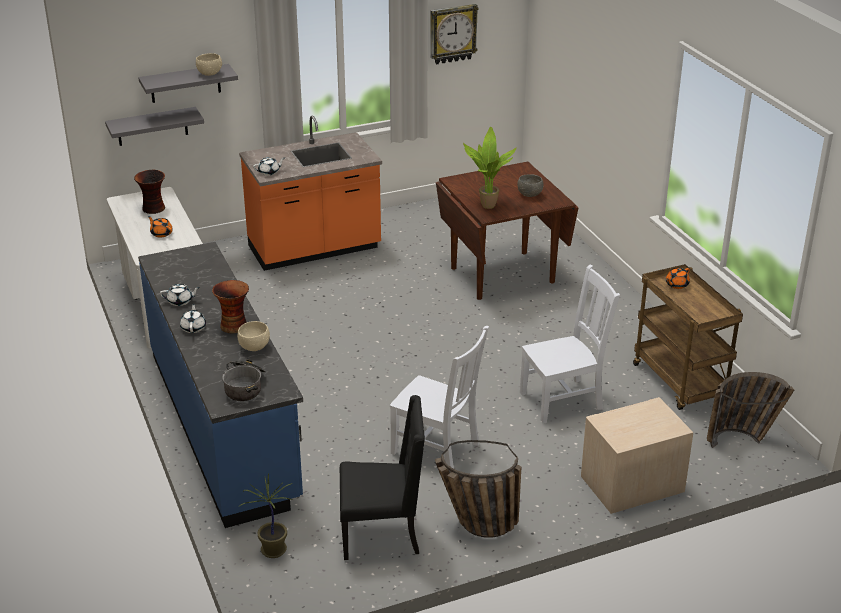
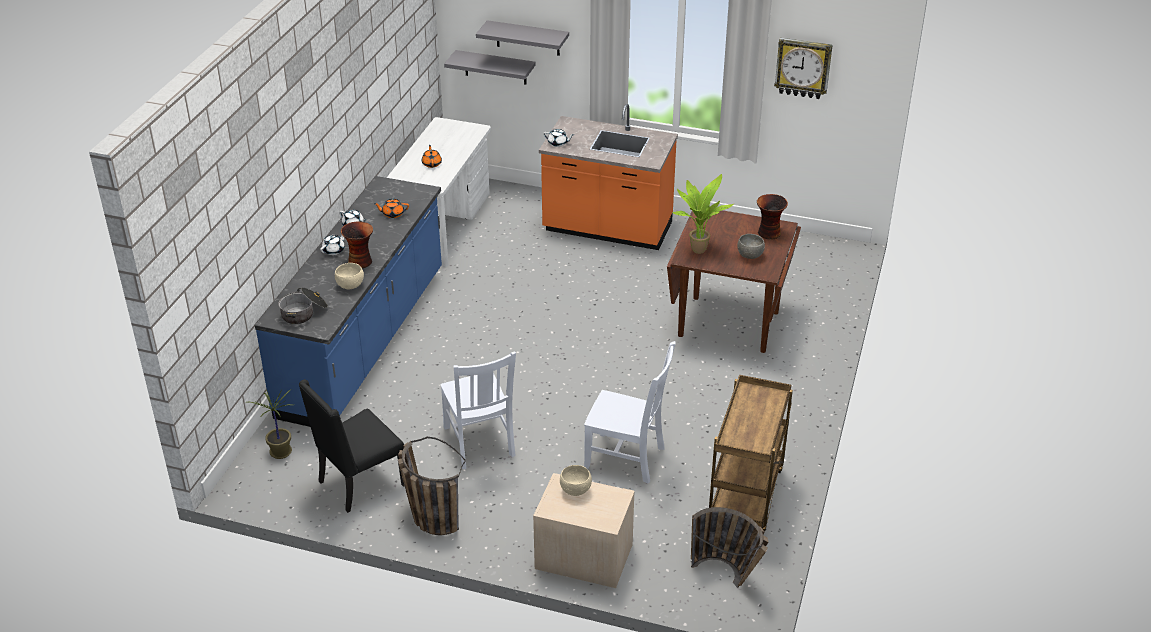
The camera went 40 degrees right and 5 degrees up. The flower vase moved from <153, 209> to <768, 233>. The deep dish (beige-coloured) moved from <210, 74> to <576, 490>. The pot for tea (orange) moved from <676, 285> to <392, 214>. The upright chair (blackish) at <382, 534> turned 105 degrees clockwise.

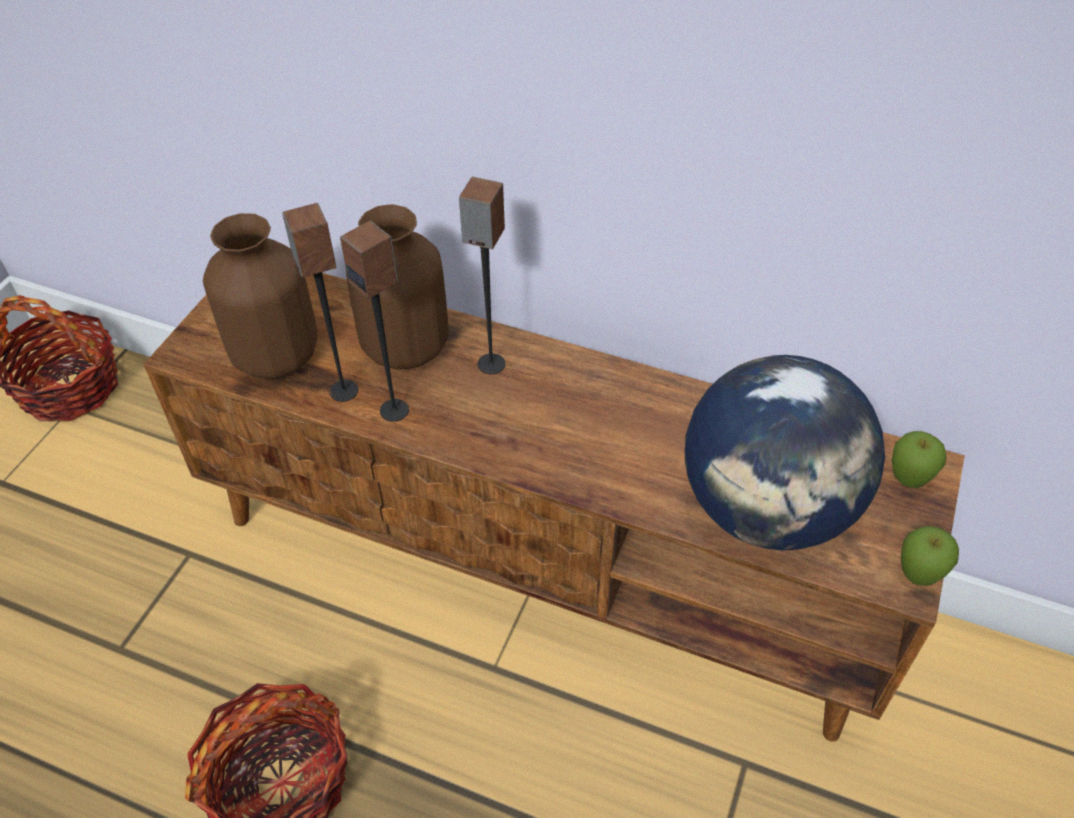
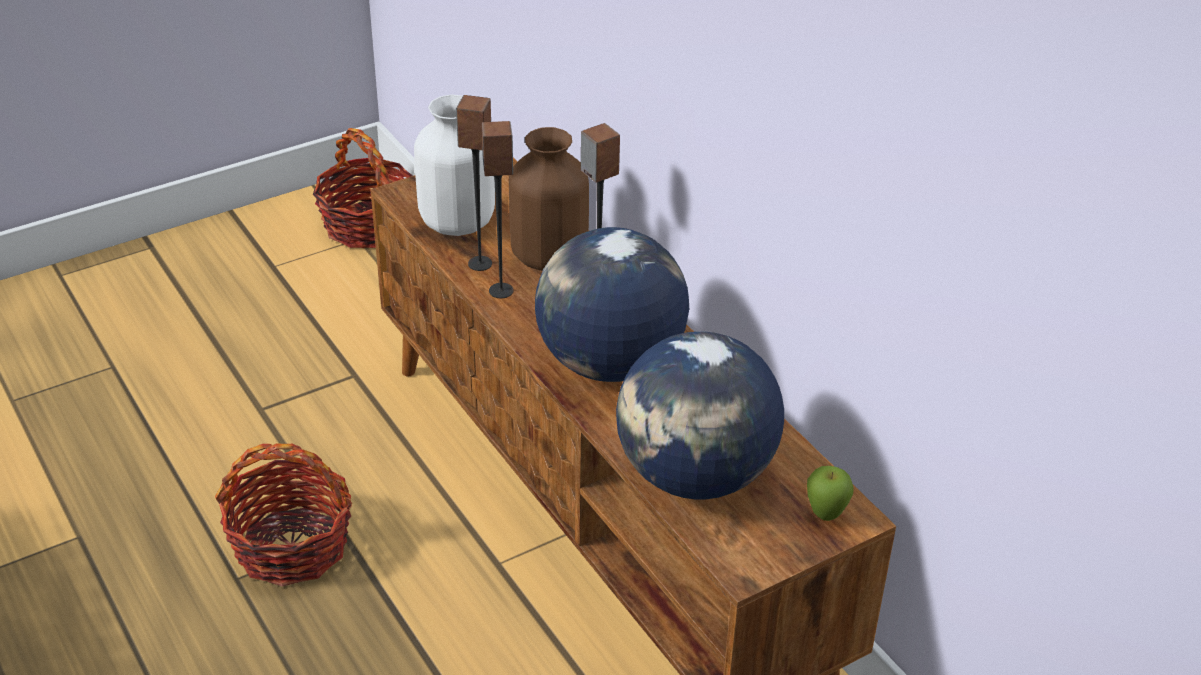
The camera went 35 degrees right and 10 degrees down. The whole apple at <917, 577> disappeared. The desk globe at <609, 364> appeared. The flower vase (brownish) at <277, 357> became the flower vase (white-coloured) at <457, 223>.

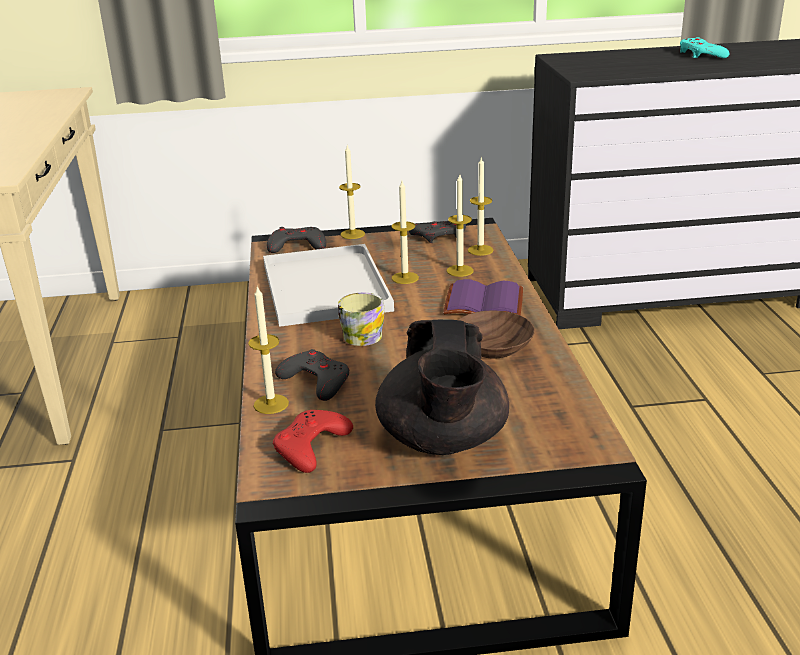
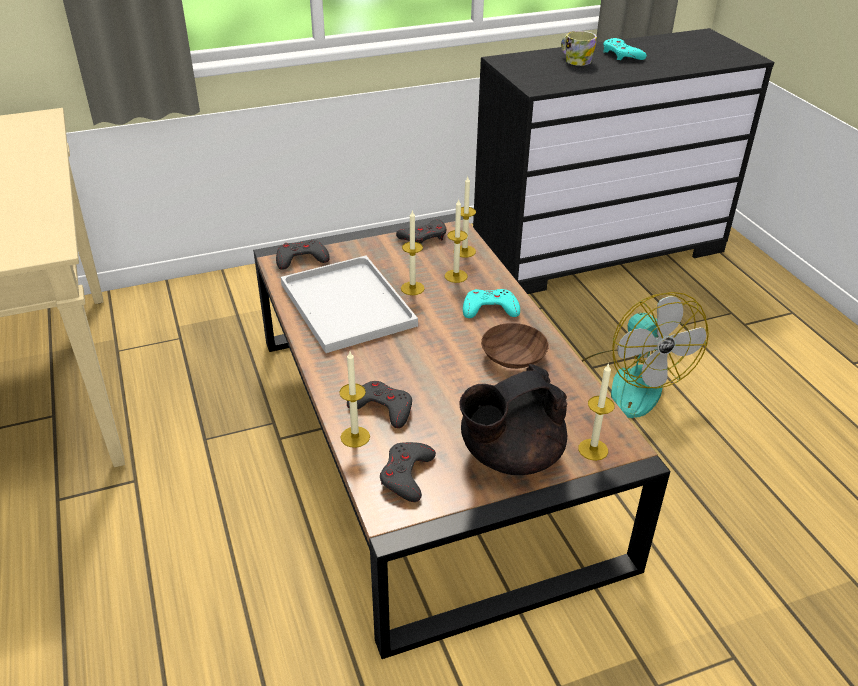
The camera went 15 degrees left and 10 degrees up. The cooling fan at <627, 382> appeared. The coffee mug moved from <360, 335> to <575, 60>. The candle moved from <352, 234> to <593, 449>. The volume (purple) at <485, 302> was replaced by the gamepad (turquoise-coloured) at <489, 309>. The gamepad (reddish) at <311, 446> became the gamepad (greyish) at <406, 475>. The pot for tea (blackish) at <443, 441> turned 75 degrees clockwise.

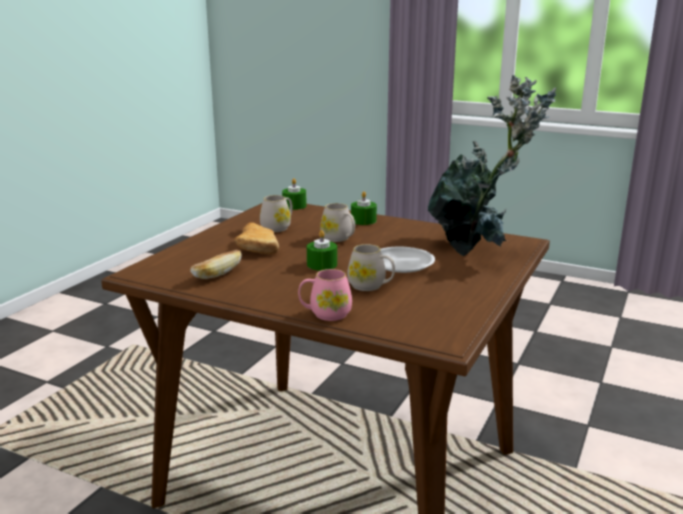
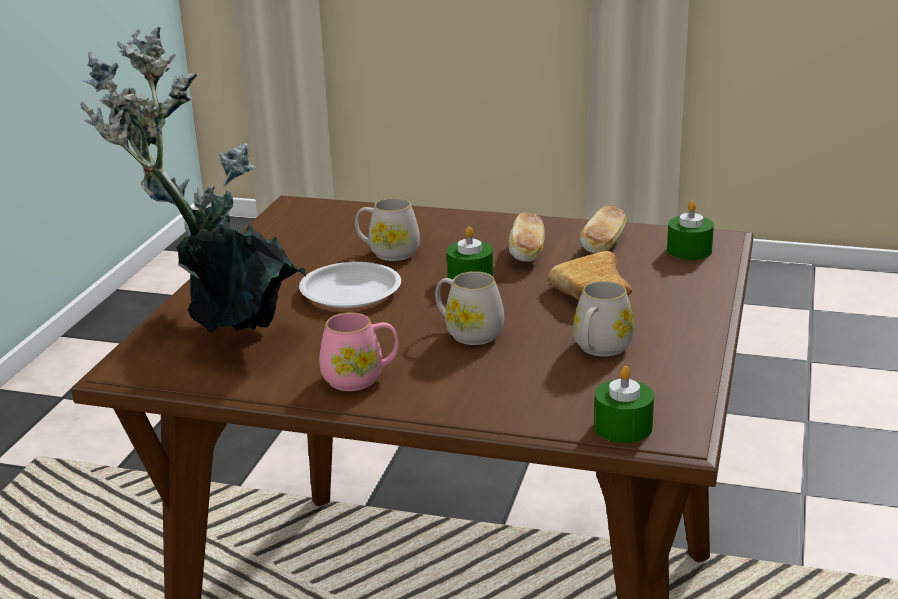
The camera went 170 degrees right and 5 degrees up. The bread at <527, 253> appeared. The coffee mug (pink) moved from <325, 314> to <360, 378>. The candle (greenish) moved from <363, 221> to <689, 250>.

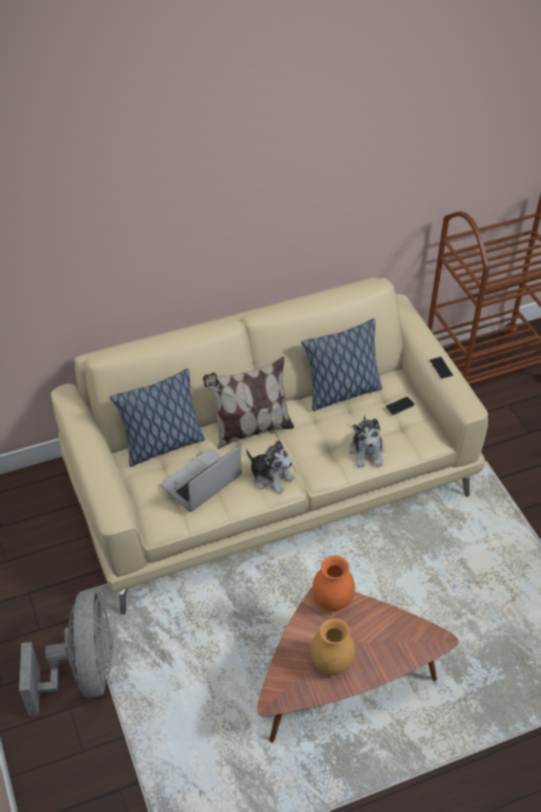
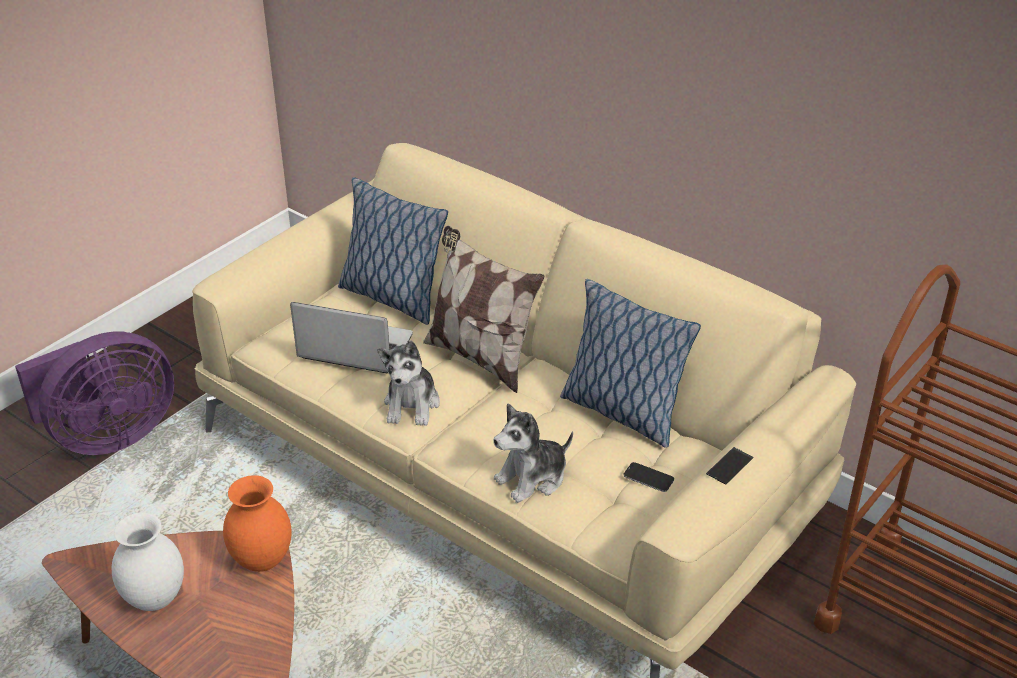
The camera went 60 degrees right and 10 degrees down. The cooling fan (greyish) at <83, 673> became the cooling fan (purple) at <108, 436>. The flower vase (brownish) at <332, 665> became the flower vase (white-coloured) at <154, 600>.

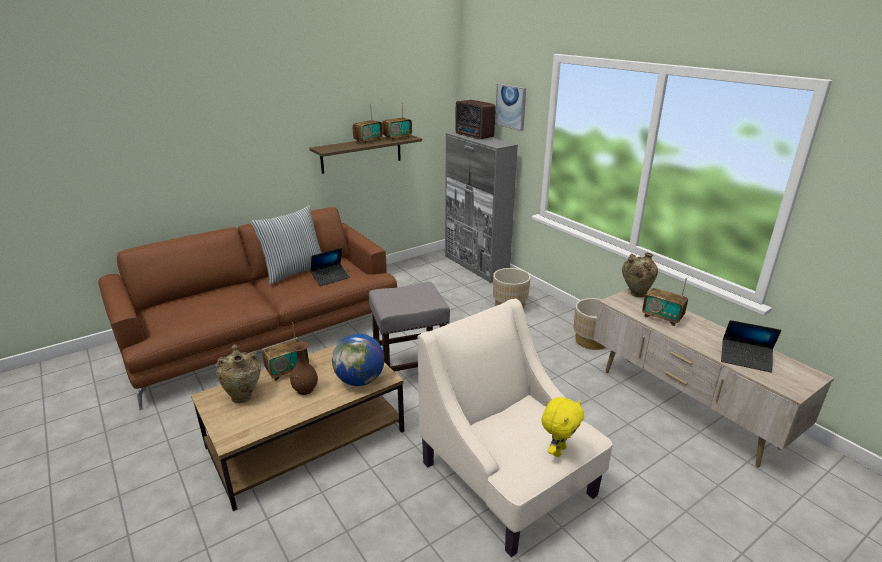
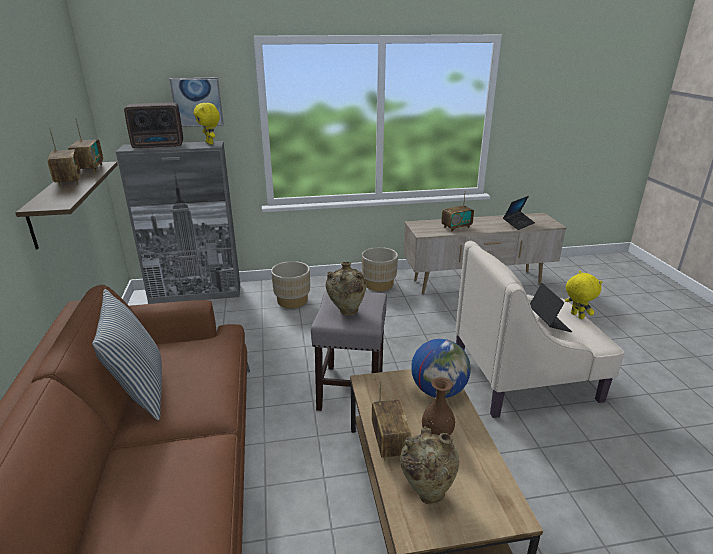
The camera went 65 degrees left and 0 degrees up. The plush toy (yellowish) at <210, 143> appeared. The laptop moved from <330, 278> to <548, 322>. The flower vase (beige-coloured) moved from <635, 294> to <346, 312>.

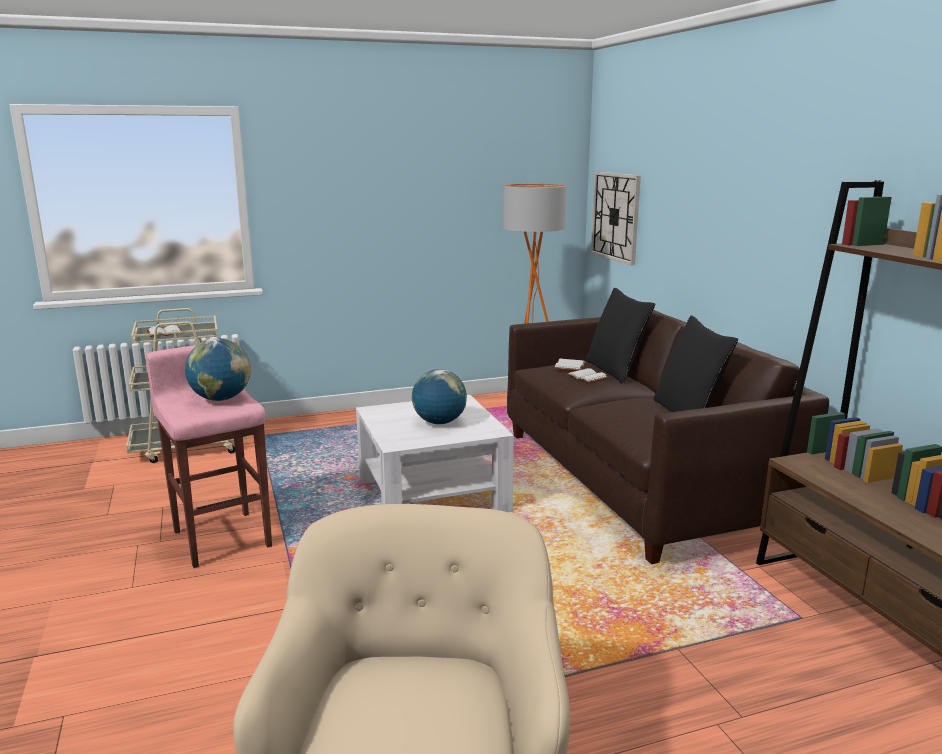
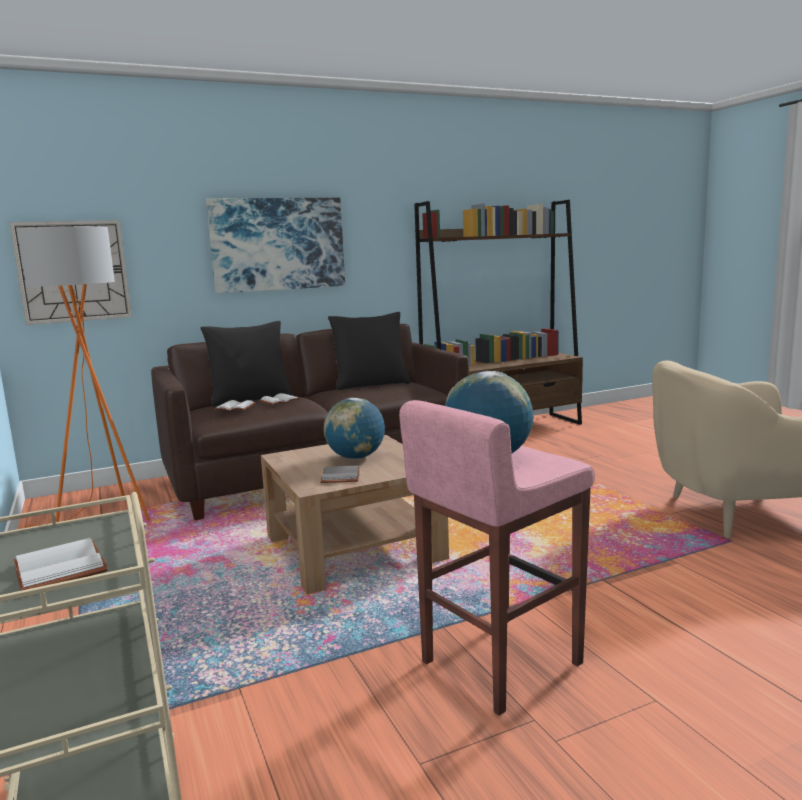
The camera went 95 degrees left and 5 degrees down. The wall art at <278, 244> appeared. The volume (greyish) at <342, 476> appeared. The lounge table (white-coloured) at <432, 494> became the lounge table (brownish) at <354, 548>.

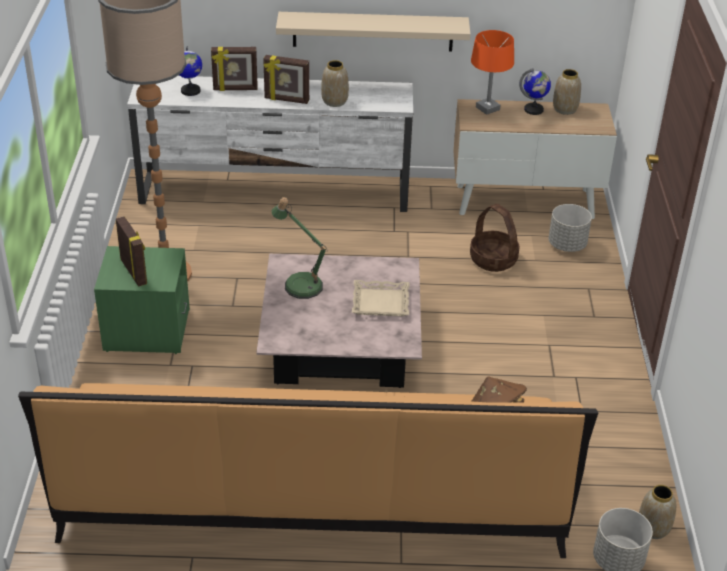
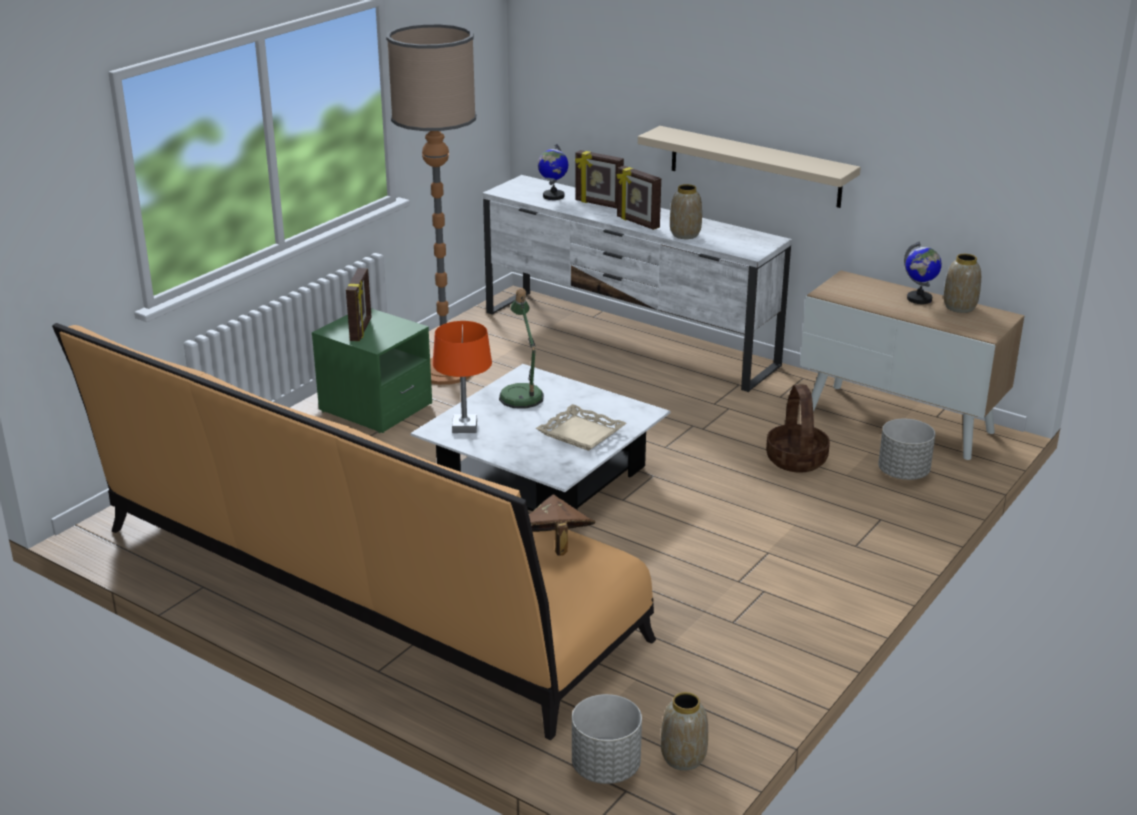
The camera went 35 degrees right and 10 degrees down. The tabletop lamp (orange) moved from <488, 108> to <465, 427>. The lounge table (pink) at <340, 344> became the lounge table (white-coloured) at <541, 476>.

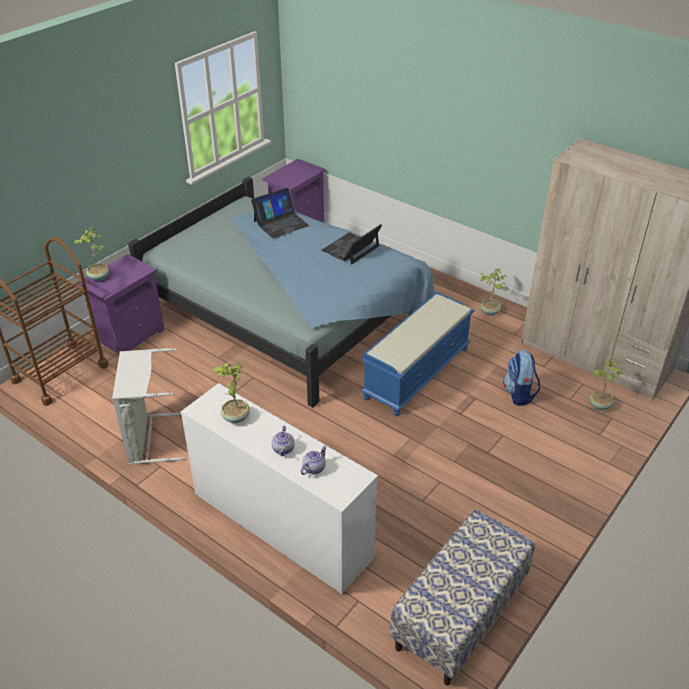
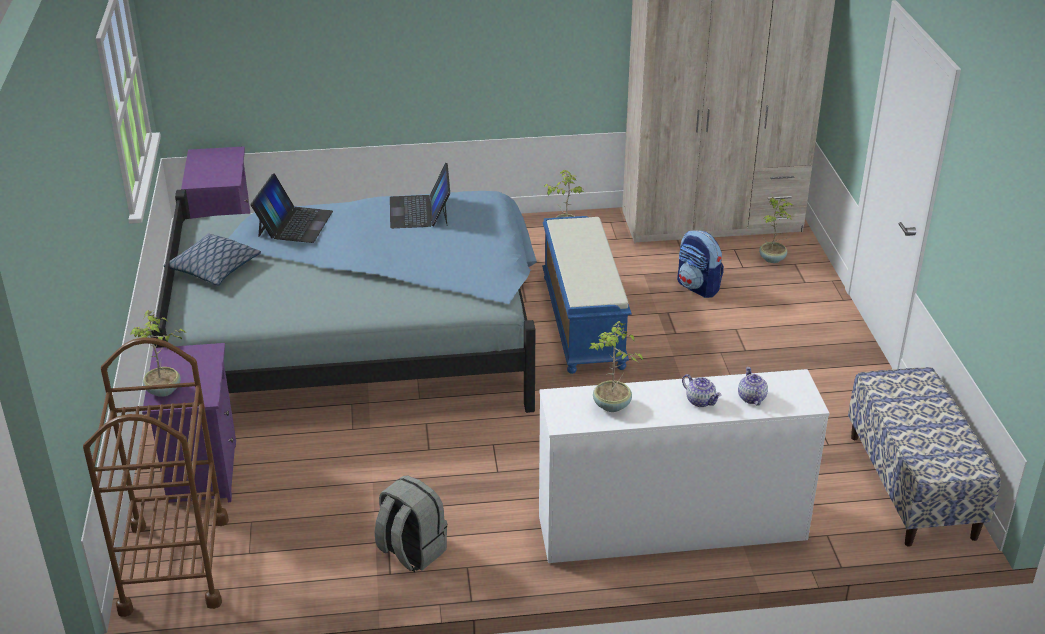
The camera went 45 degrees left and 5 degrees down. The cushion at <214, 268> appeared. The washing basket (greyish) at <150, 439> was replaced by the backpack (greyish) at <411, 551>.

